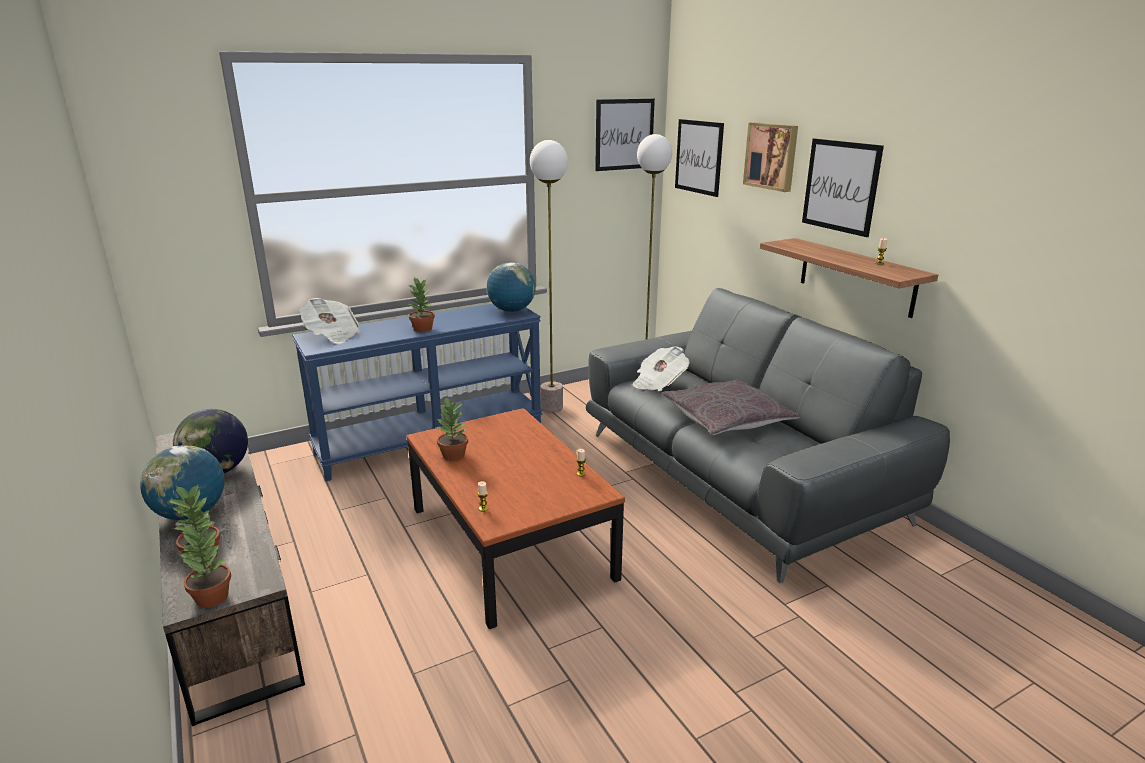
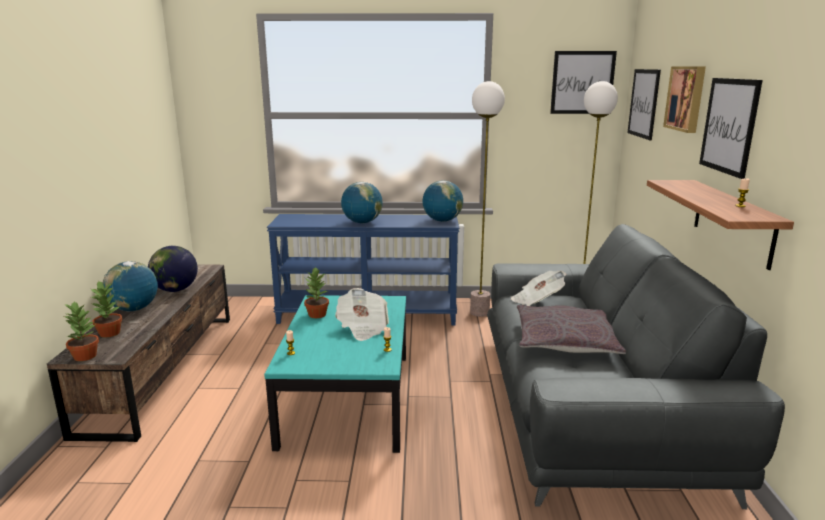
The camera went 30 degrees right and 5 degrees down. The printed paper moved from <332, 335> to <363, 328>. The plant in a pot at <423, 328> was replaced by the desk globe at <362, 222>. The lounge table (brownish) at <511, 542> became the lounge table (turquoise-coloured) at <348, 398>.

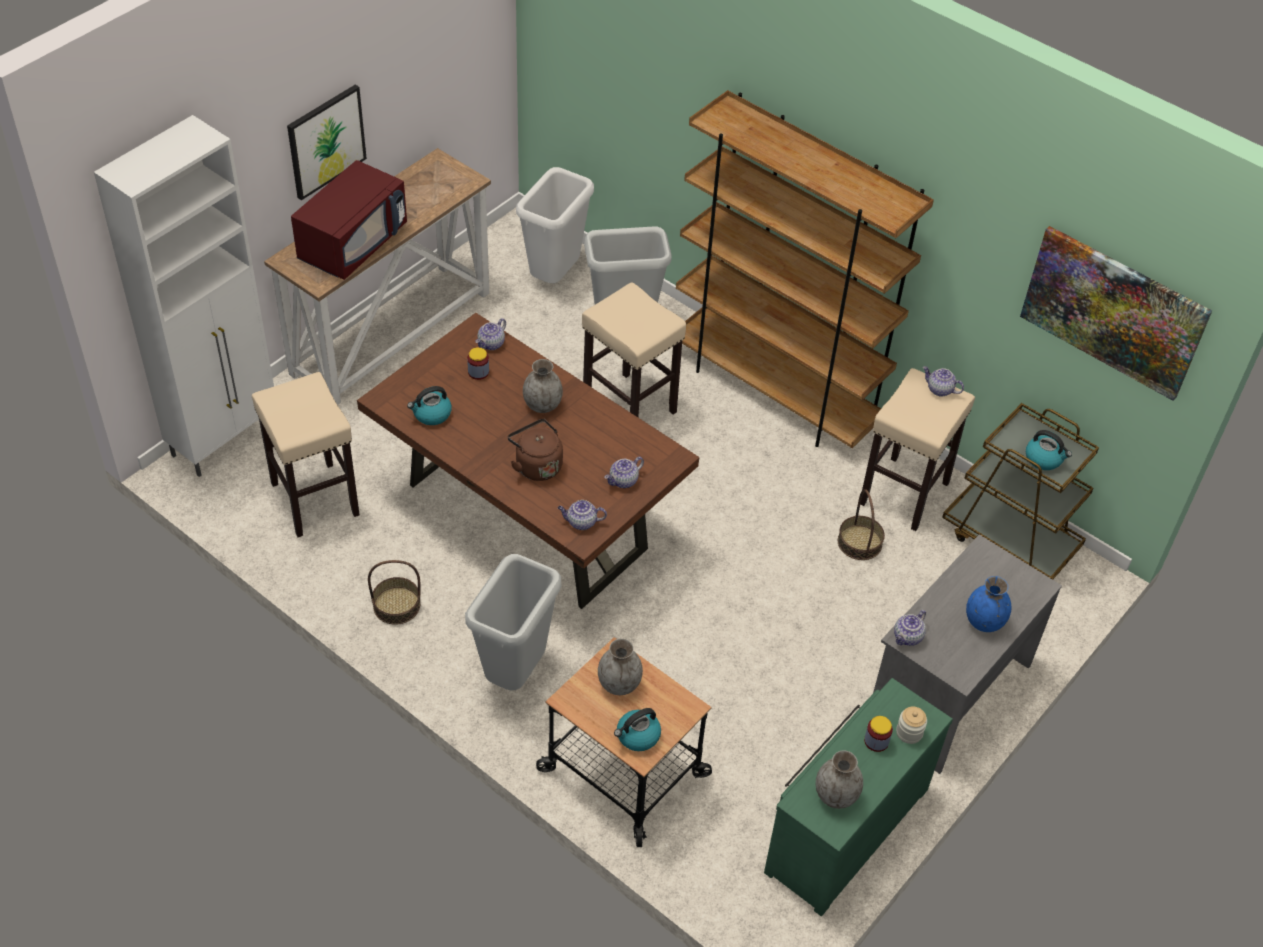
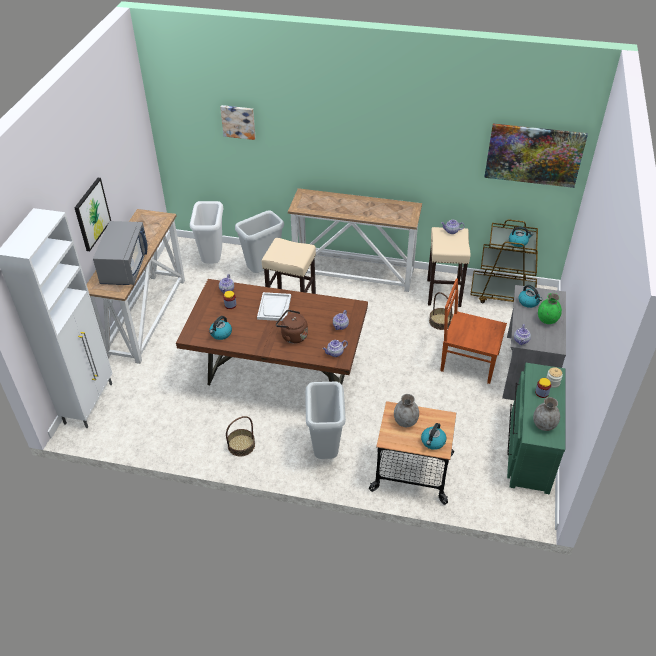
The camera went 25 degrees left and 5 degrees down. The sitting stool (beige-coloured) at <314, 498> disappeared. The wall art at <238, 121> appeared. The upright chair (brownish) at <468, 361> appeared. The water kettle at <529, 302> appeared. The flower vase (greyish) at <542, 405> was replaced by the serving tray (white-coloured) at <274, 308>. The bookshelf (brownish) at <774, 392> was replaced by the console table at <354, 272>. The kitchen microwave (reddish) at <353, 243> became the kitchen microwave (greyish) at <124, 267>. The flower vase (bluish) at <984, 621> became the flower vase (greenish) at <547, 320>.

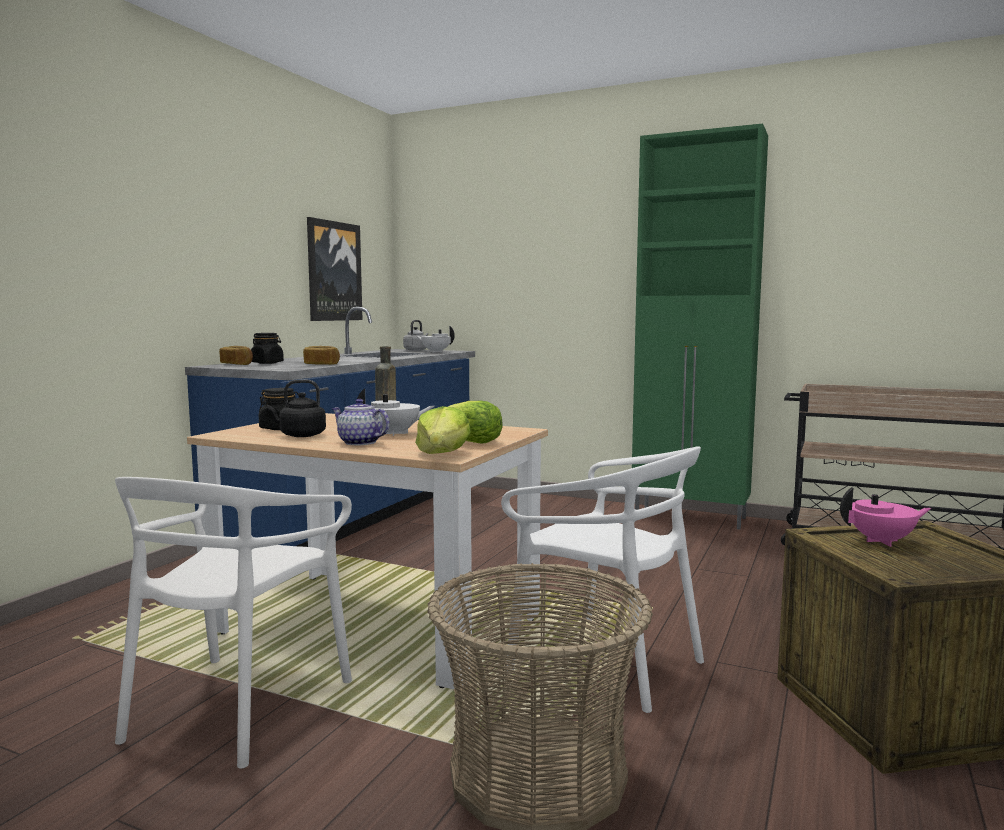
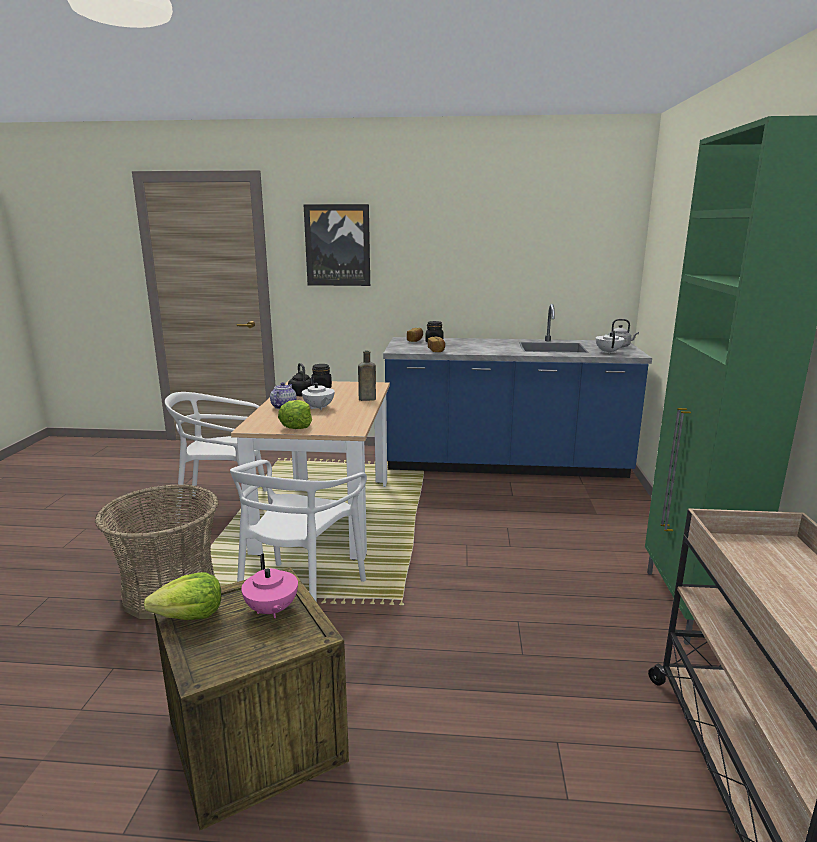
The camera went 70 degrees right and 10 degrees up. The wall art moved from <333, 271> to <337, 245>. The lettuce head moved from <442, 454> to <190, 615>.

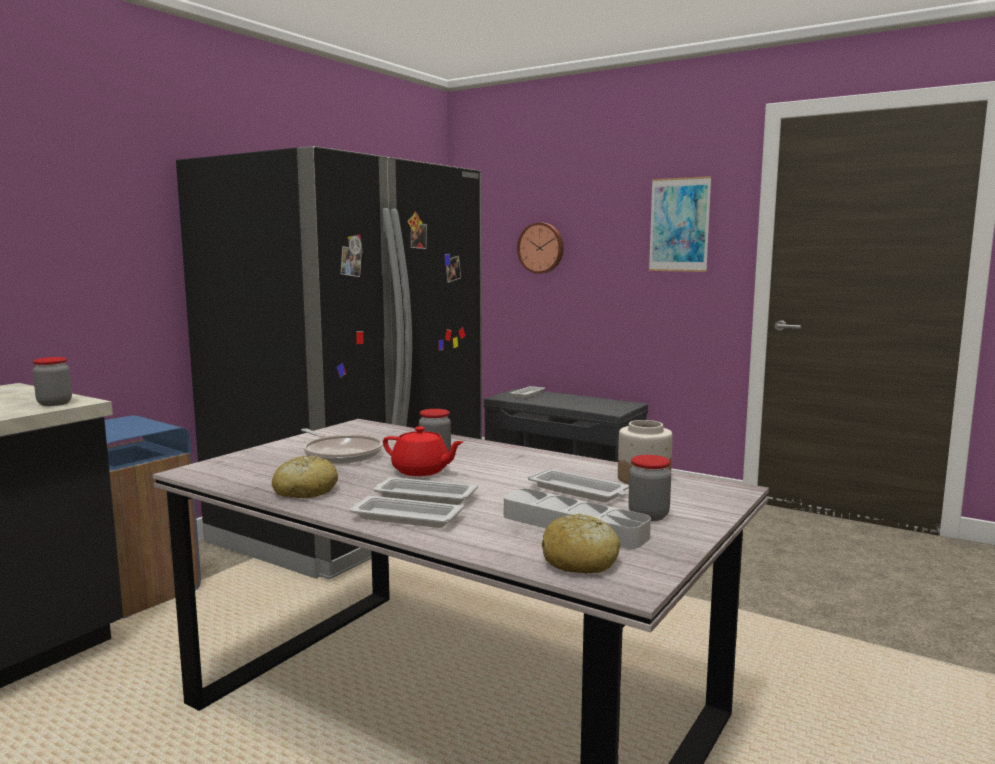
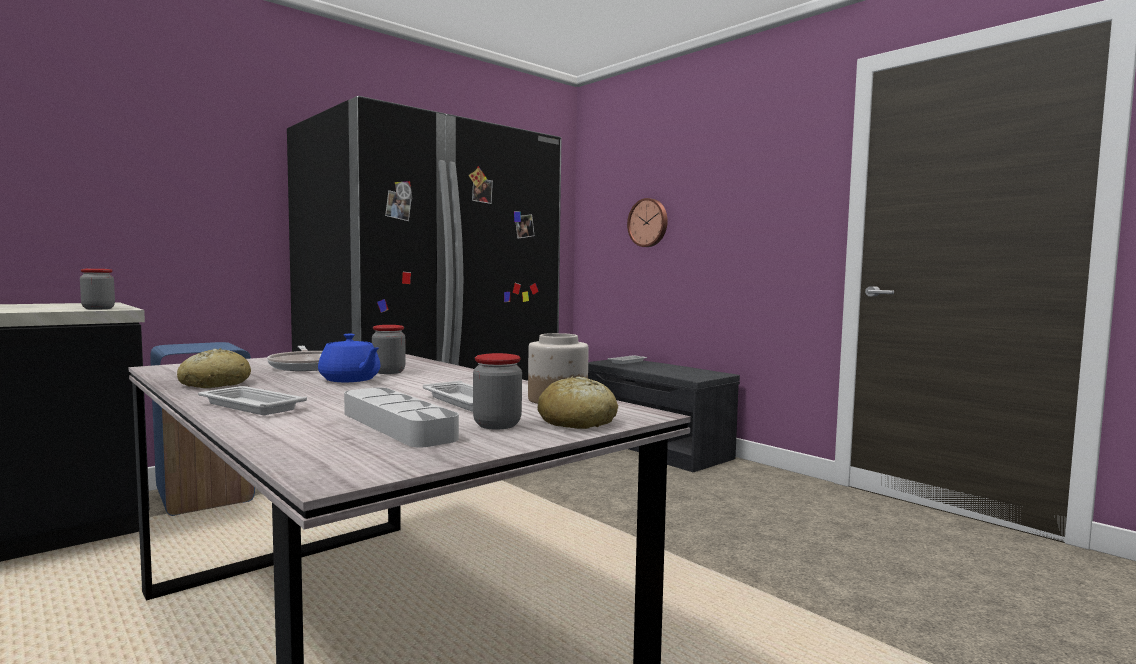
The camera went 15 degrees right and 5 degrees down. The serving tray (white-coloured) at <423, 496> disappeared. The wall art at <679, 225> disappeared. The bread moved from <580, 561> to <577, 422>. The pot for tea (reddish) at <421, 471> became the pot for tea (bluish) at <350, 380>.

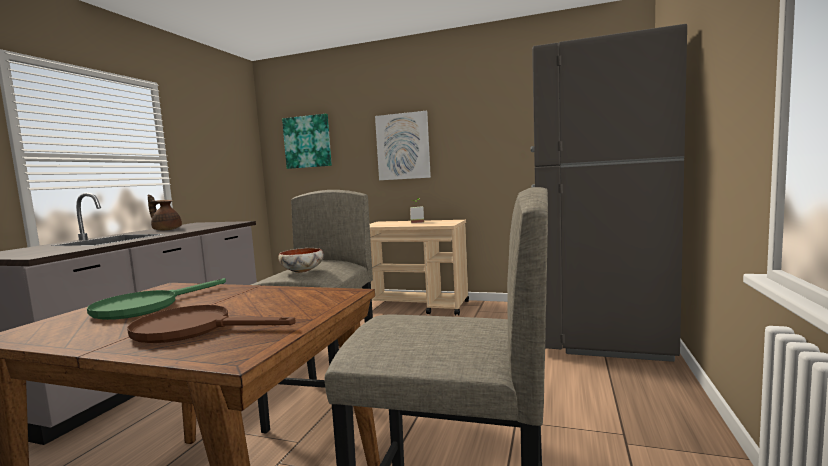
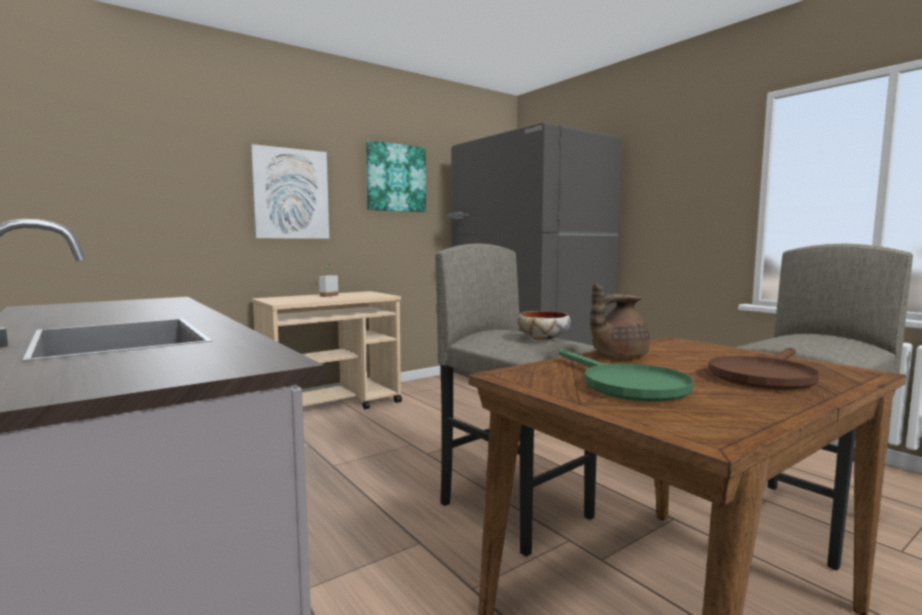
The camera went 55 degrees left and 0 degrees up. The pot for tea (brownish) moved from <166, 229> to <617, 355>. The wall art moved from <307, 142> to <395, 178>.

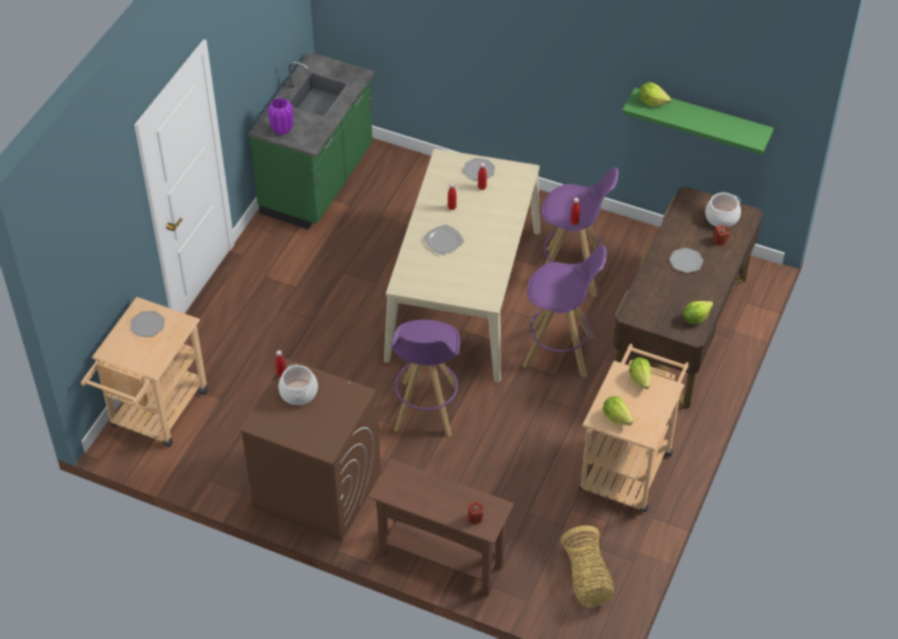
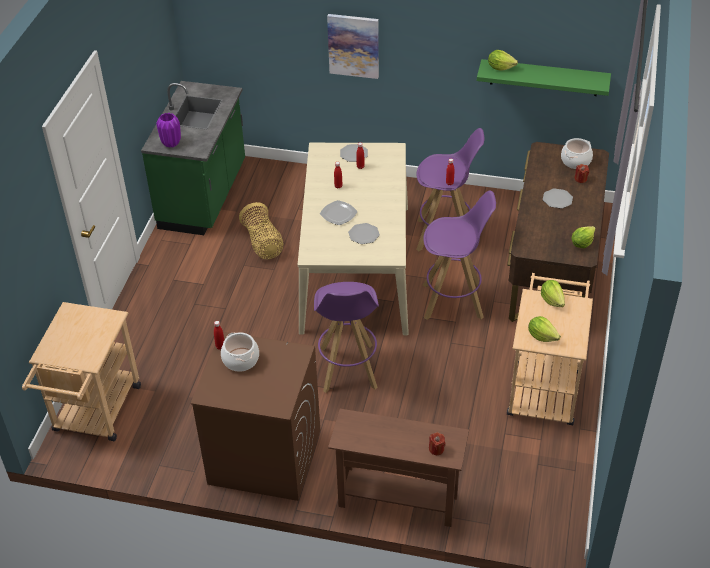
The camera went 10 degrees left and 5 degrees down. The wall art at <353, 45> appeared. The plate moved from <147, 324> to <363, 234>. The household basket moved from <587, 578> to <263, 243>.

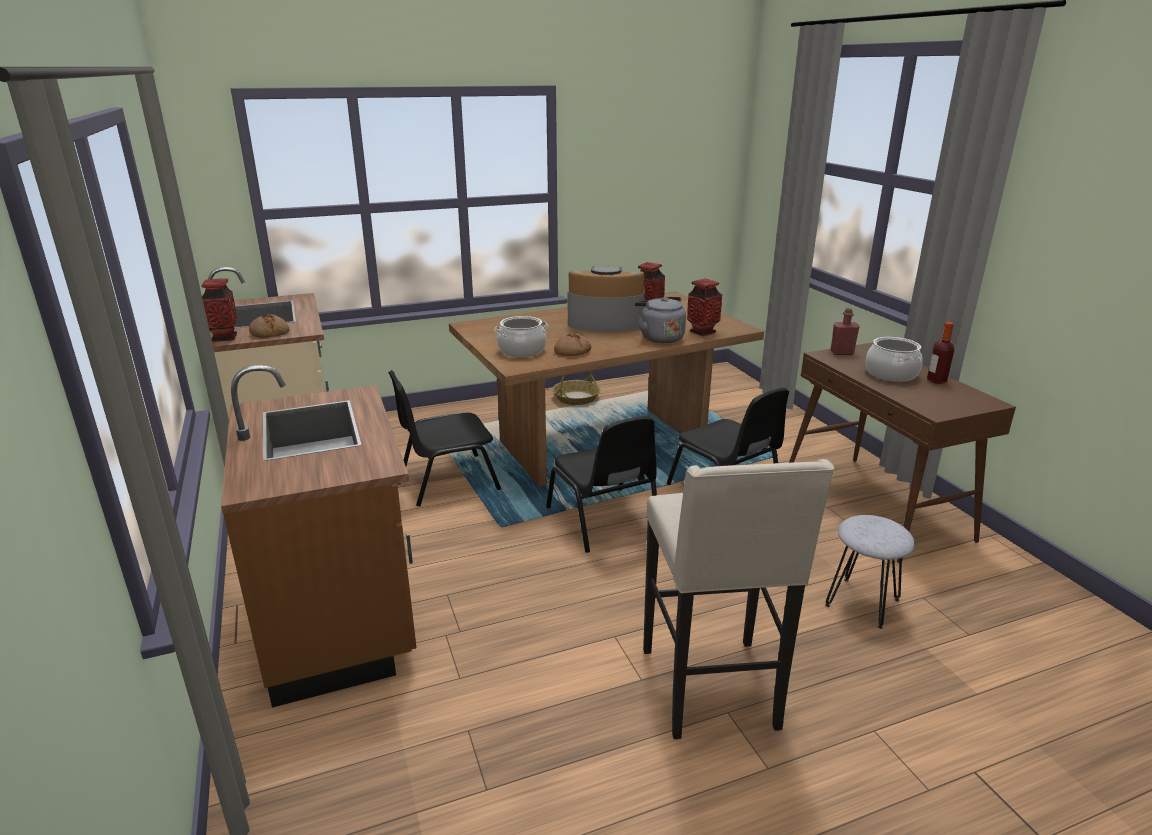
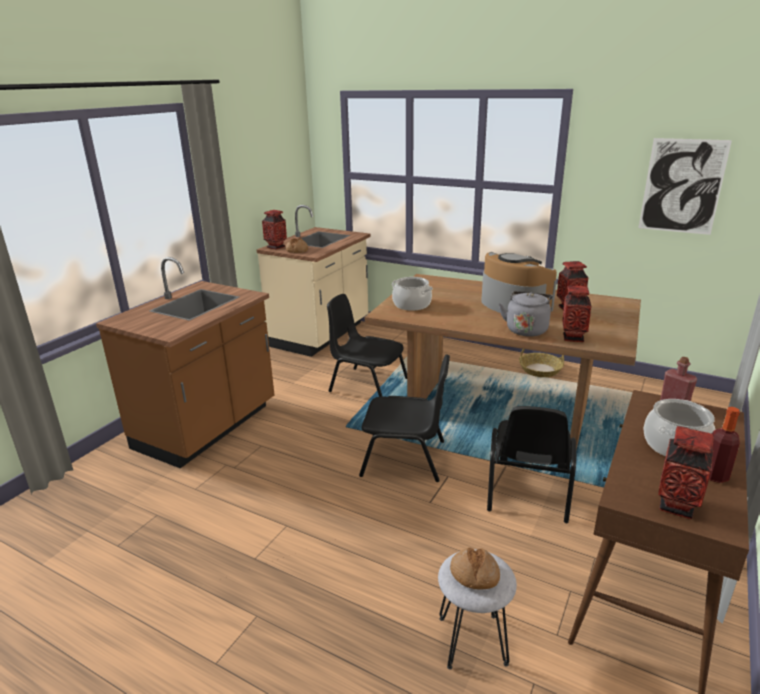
The camera went 50 degrees right and 0 degrees up. The sitting stool (beige-coloured) at <712, 690> disappeared. The wall art at <682, 186> appeared. The flower vase at <676, 506> appeared. The bread moved from <572, 352> to <474, 574>. The upright chair (blackish) at <603, 521> turned 105 degrees counterclockwise.

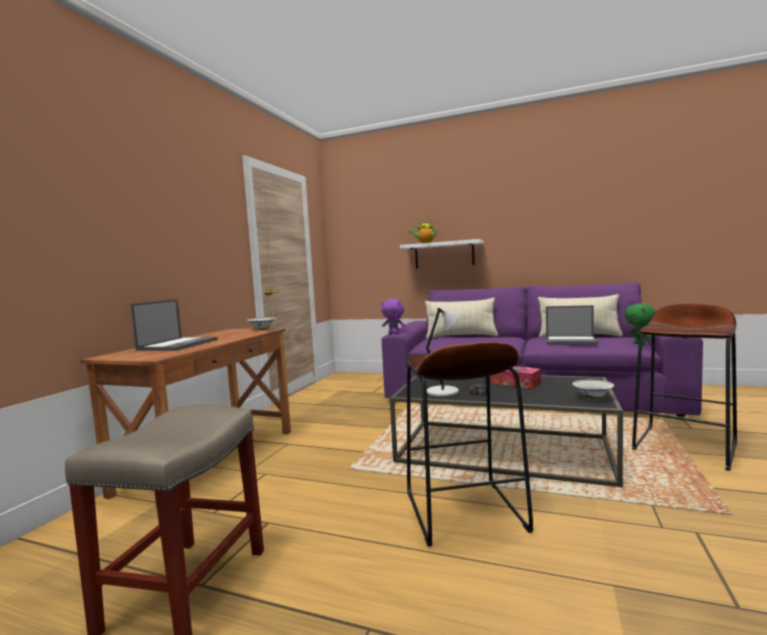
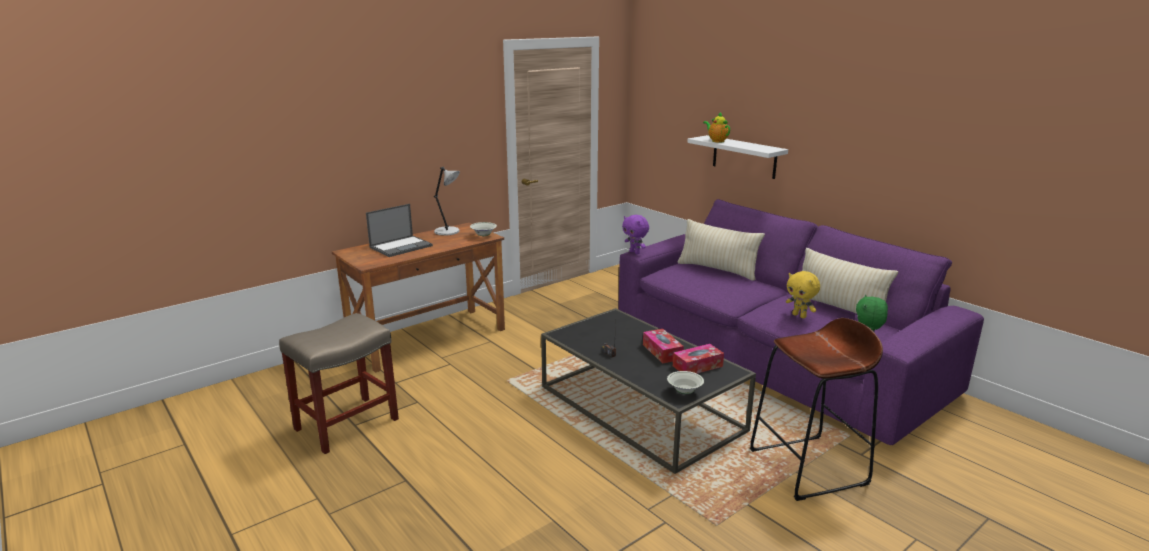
The camera went 30 degrees right and 15 degrees up. The sitting stool (brownish) at <463, 511> disappeared. The box of tissues at <697, 366> appeared. The tabletop lamp (greyish) moved from <444, 392> to <448, 232>. The laptop at <571, 341> was replaced by the plush toy (yellowish) at <799, 316>.

